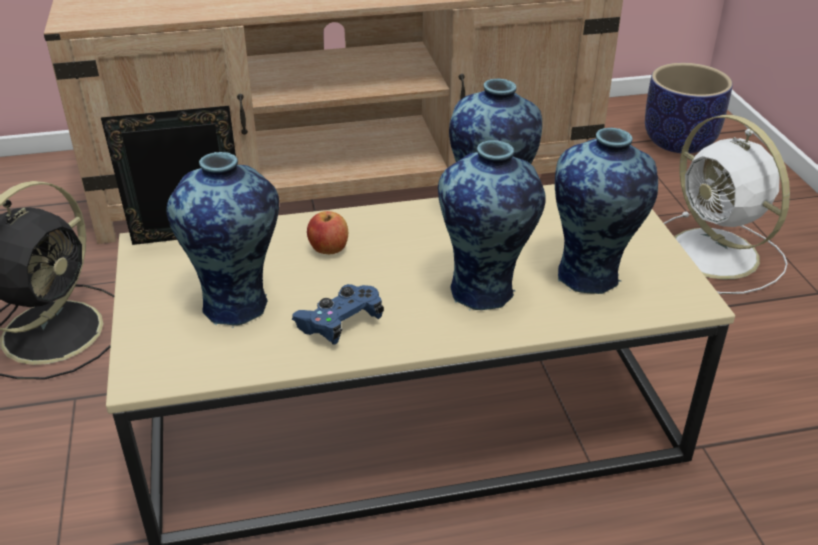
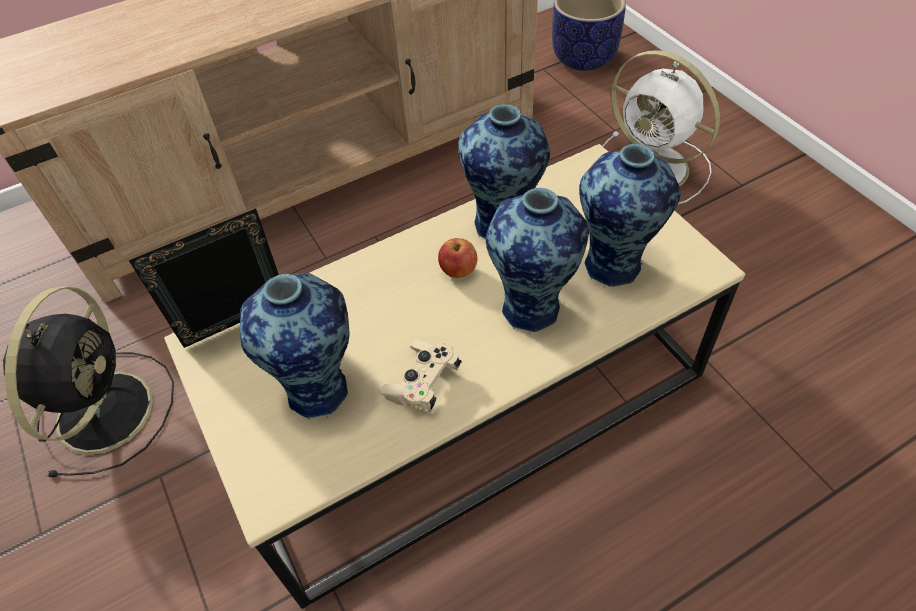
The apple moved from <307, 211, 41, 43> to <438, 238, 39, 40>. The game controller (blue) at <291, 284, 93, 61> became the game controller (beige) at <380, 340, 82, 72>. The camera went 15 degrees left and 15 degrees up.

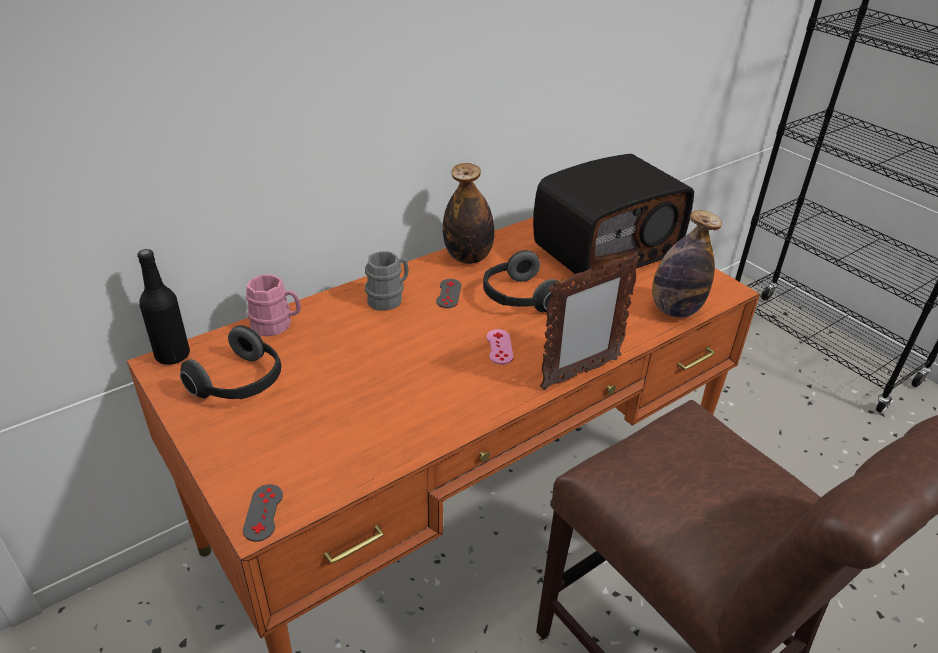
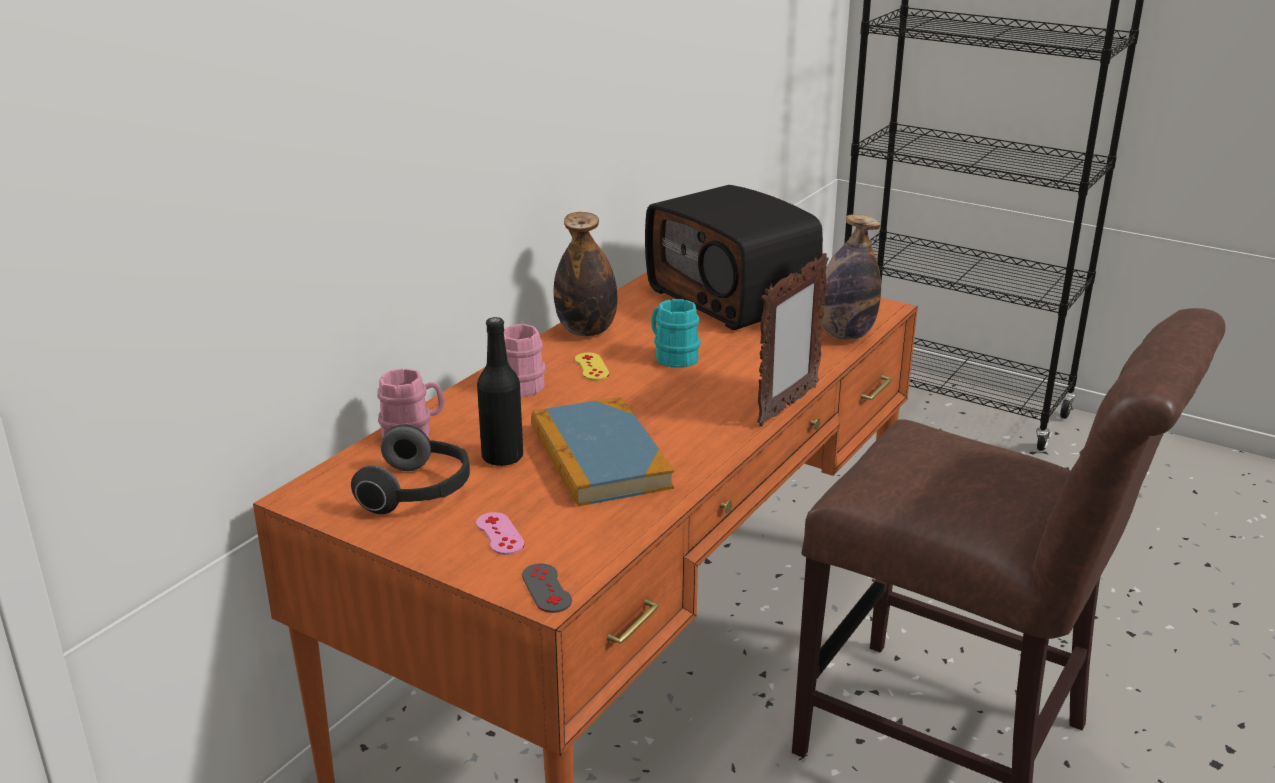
The radio at <533, 154, 161, 129> turned 105 degrees clockwise. The bottle (black) moved from <137, 249, 53, 116> to <477, 317, 46, 149>. The headphones at <483, 250, 77, 62> was replaced by the mug (turquoise) at <651, 299, 50, 69>. The mug (grey) at <365, 251, 44, 59> became the mug (pink) at <504, 324, 41, 73>. The game controller (grey) at <436, 279, 25, 29> became the game controller (yellow) at <575, 353, 34, 27>. The game controller (pink) moved from <487, 329, 26, 36> to <476, 512, 49, 43>. The book at <531, 397, 143, 109> appeared. The camera went 20 degrees left and 10 degrees down.

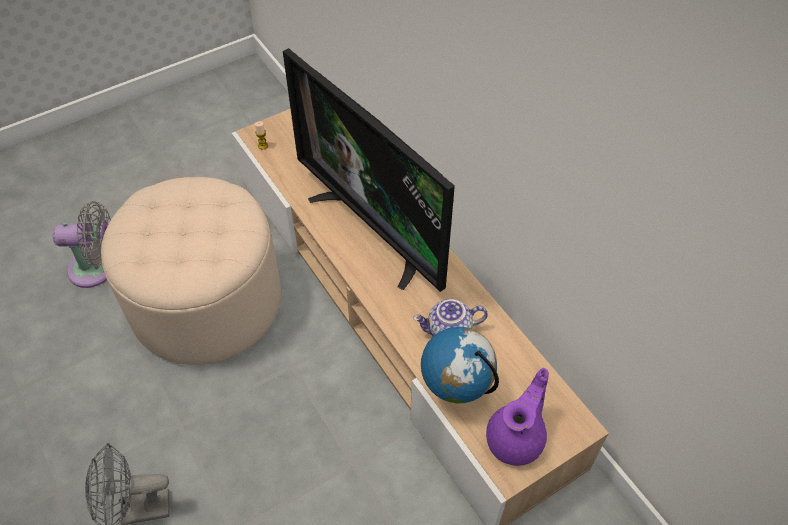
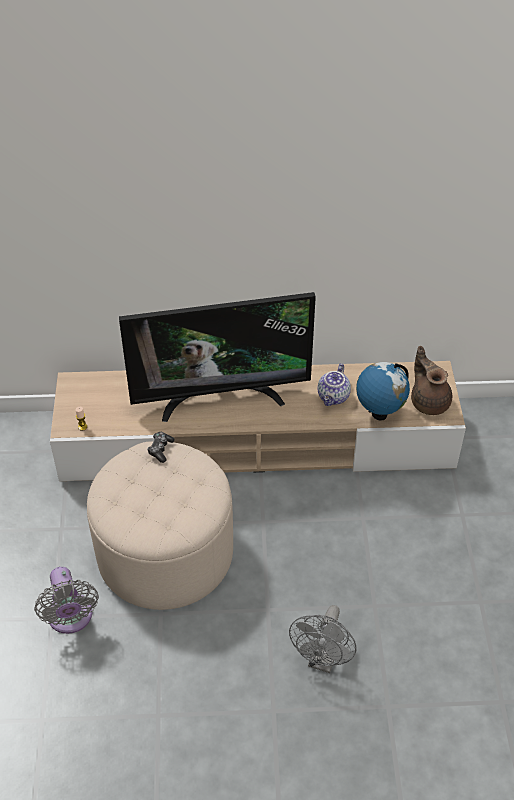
The fan (grey) at <52, 201, 59, 87> turned 135 degrees clockwise. The teapot (purple) at <486, 368, 63, 98> became the teapot (brown) at <411, 346, 41, 69>. The game controller at <147, 432, 28, 31> appeared. The camera went 60 degrees left and 5 degrees down.

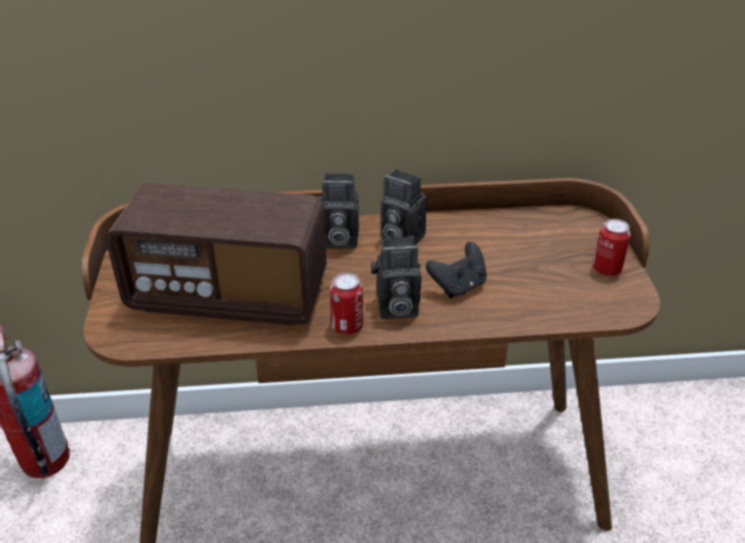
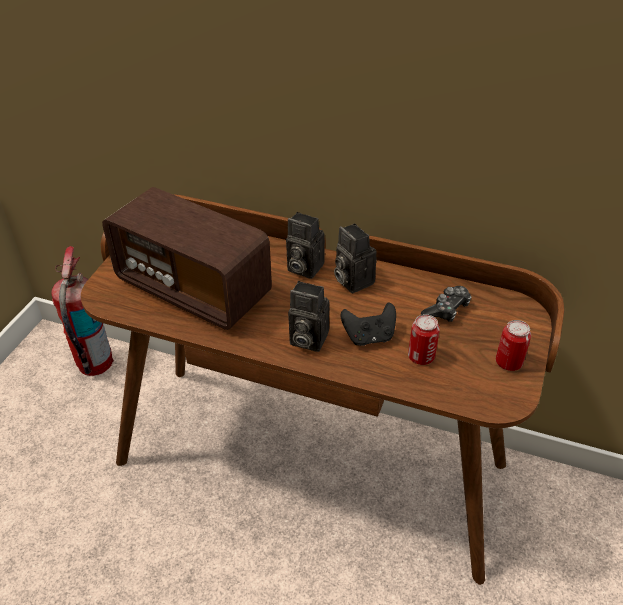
The can moved from <330, 273, 33, 62> to <408, 314, 32, 51>. The game controller at <421, 286, 51, 36> appeared. The camera went 25 degrees right and 5 degrees up.

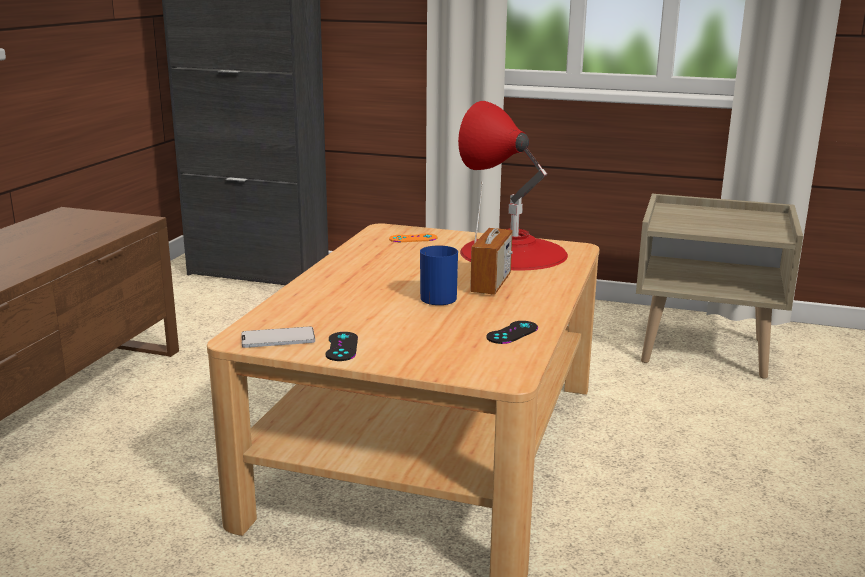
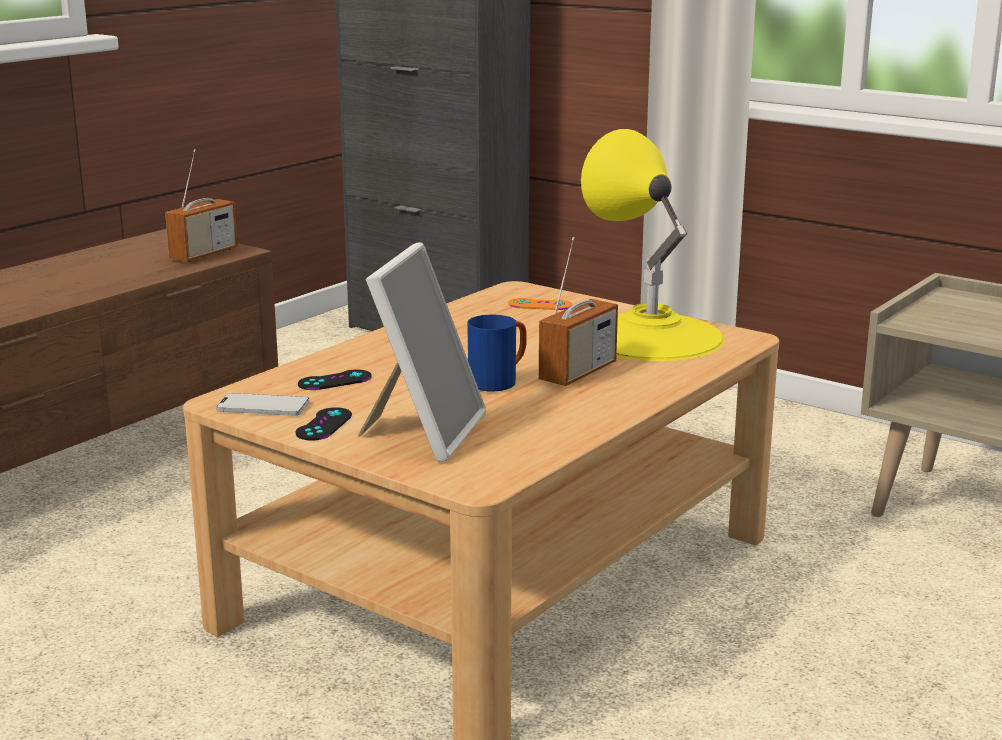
The table lamp (red) at <458, 101, 110, 169> became the table lamp (yellow) at <581, 129, 144, 232>. The game controller (black) moved from <486, 321, 52, 23> to <298, 370, 74, 20>. The radio at <165, 149, 73, 113> appeared. The picture frame at <358, 242, 128, 220> appeared. The camera went 20 degrees right and 0 degrees up.

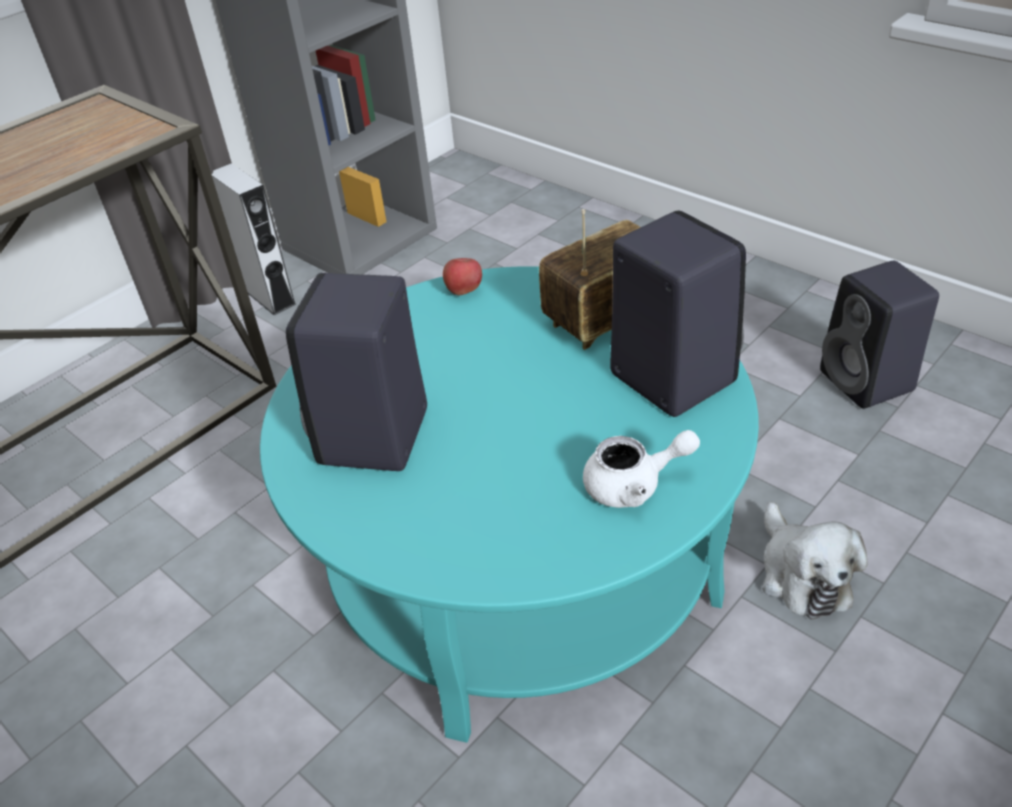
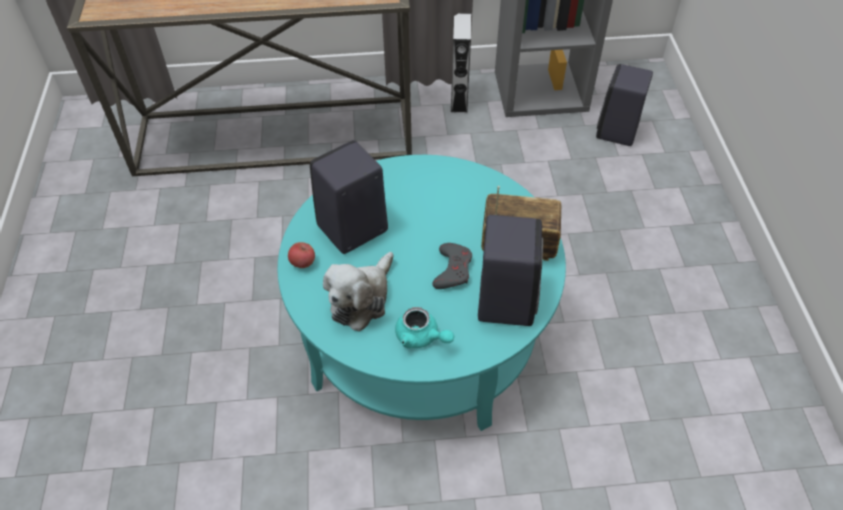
The apple moved from <443, 258, 39, 37> to <288, 242, 27, 26>. The speaker (black) moved from <820, 261, 119, 148> to <596, 64, 57, 82>. The teapot (white) at <583, 430, 117, 78> became the teapot (turquoise) at <395, 307, 59, 41>. The plush toy moved from <762, 502, 105, 118> to <323, 252, 71, 80>. The game controller (grey) at <432, 243, 40, 46> appeared. The camera went 40 degrees right and 10 degrees up.

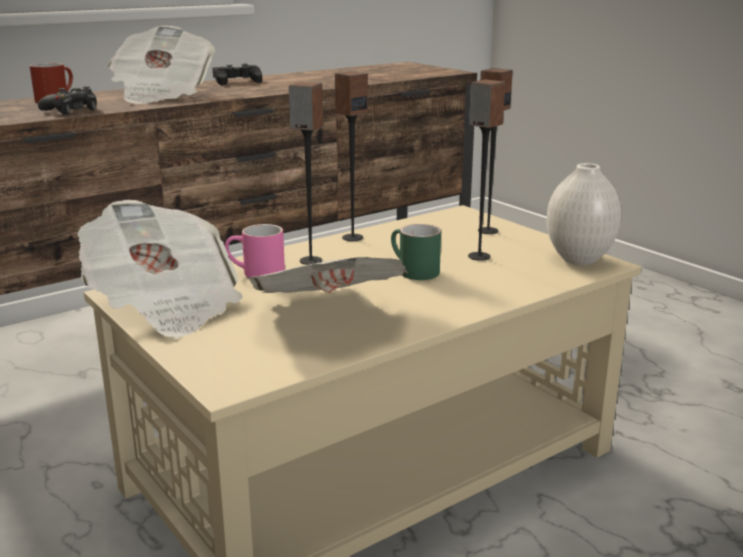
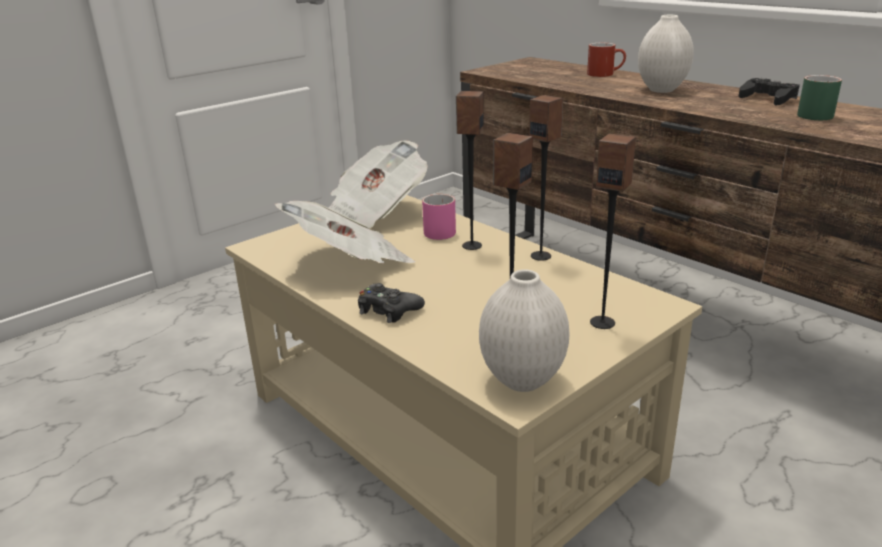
The newspaper at <108, 25, 108, 79> was replaced by the vase (white) at <638, 15, 56, 78>. The game controller (black) moved from <38, 86, 59, 28> to <358, 283, 67, 40>. The mug (green) moved from <391, 224, 50, 56> to <797, 75, 45, 45>. The camera went 85 degrees right and 5 degrees up.

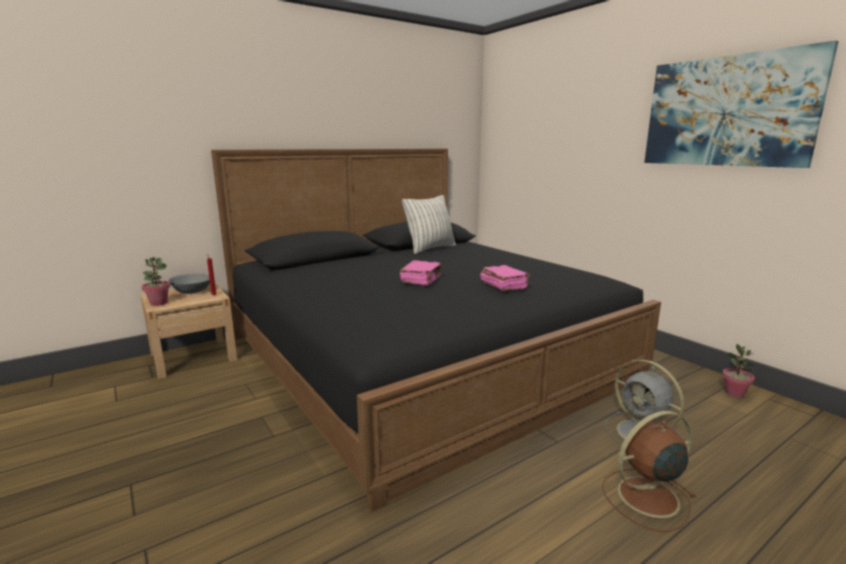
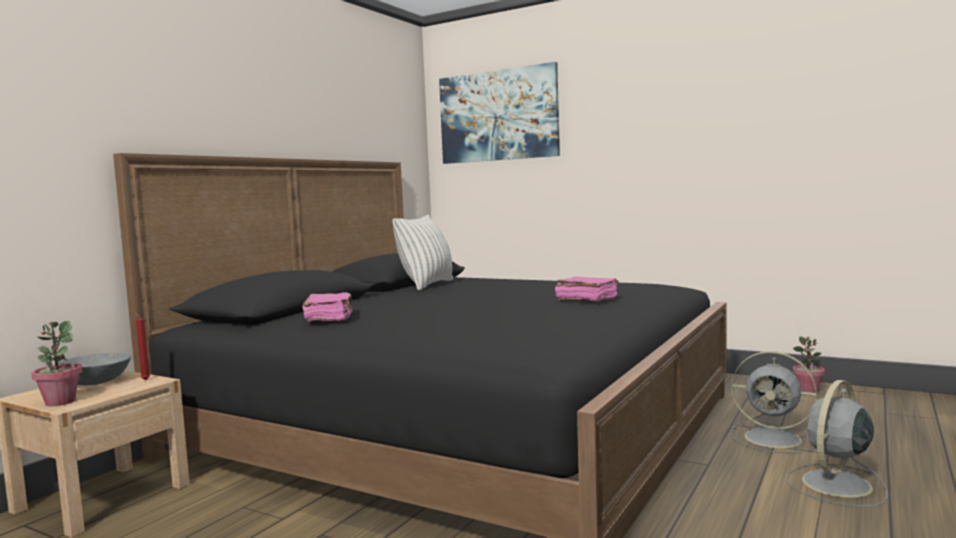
The picture moved from <644, 41, 195, 127> to <439, 62, 121, 102>. The book (pink) moved from <400, 260, 41, 26> to <302, 292, 51, 29>. The fan (brown) at <602, 411, 94, 121> became the fan (grey) at <786, 380, 101, 127>. The camera went 25 degrees left and 10 degrees down.

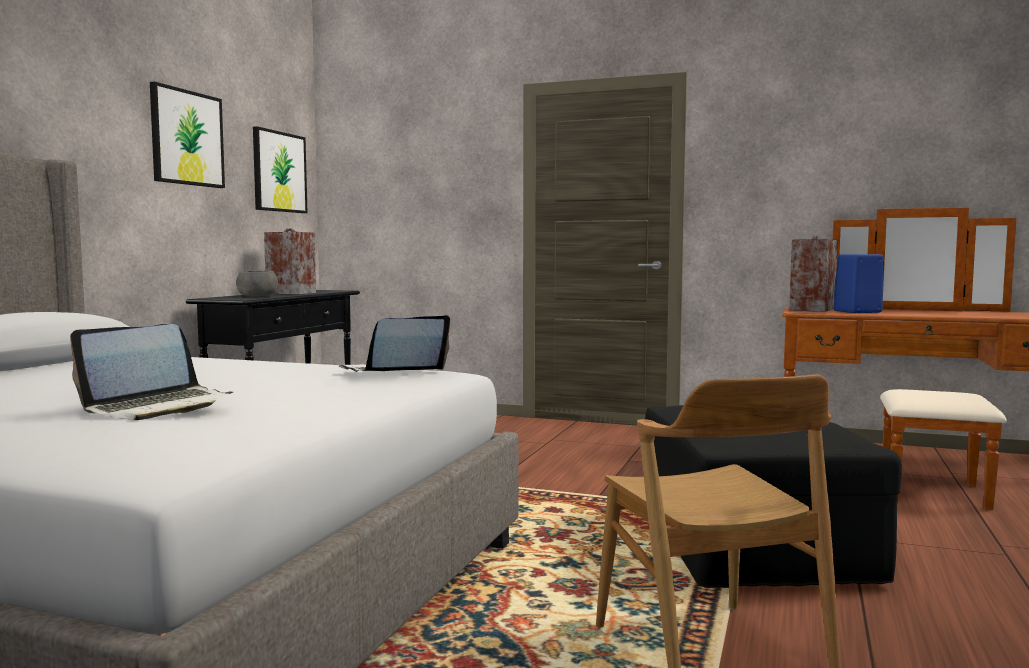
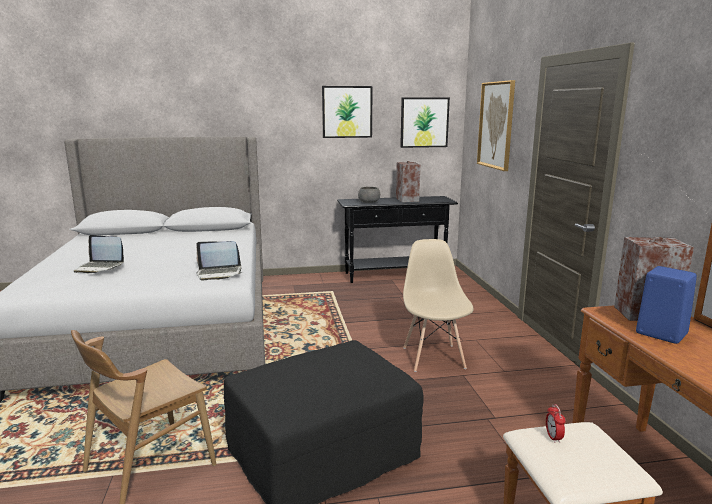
The laptop at <339, 315, 111, 57> turned 150 degrees clockwise. The picture at <477, 80, 38, 91> appeared. The chair (beige) at <403, 239, 71, 133> appeared. The alarm clock at <546, 404, 19, 39> appeared. The camera went 60 degrees right and 10 degrees up.

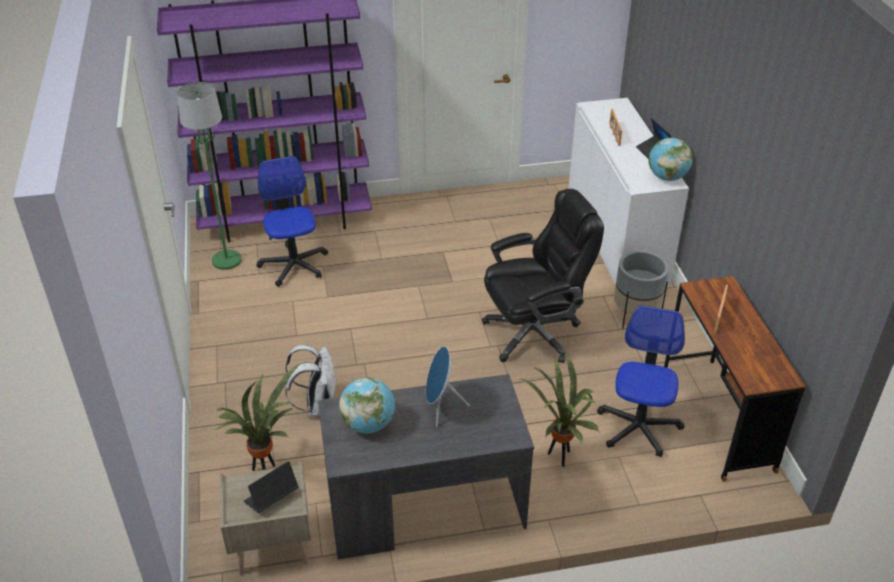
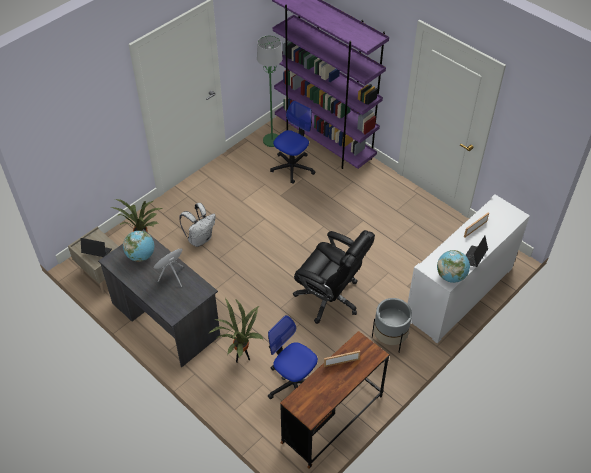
The office chair at <597, 305, 88, 152> turned 120 degrees counterclockwise. The camera went 55 degrees right and 10 degrees up.

